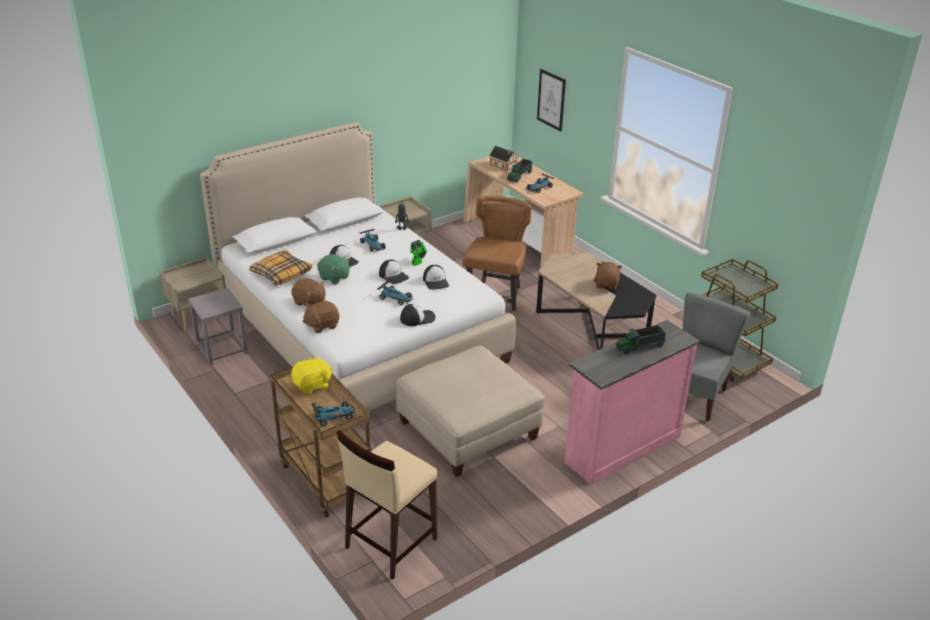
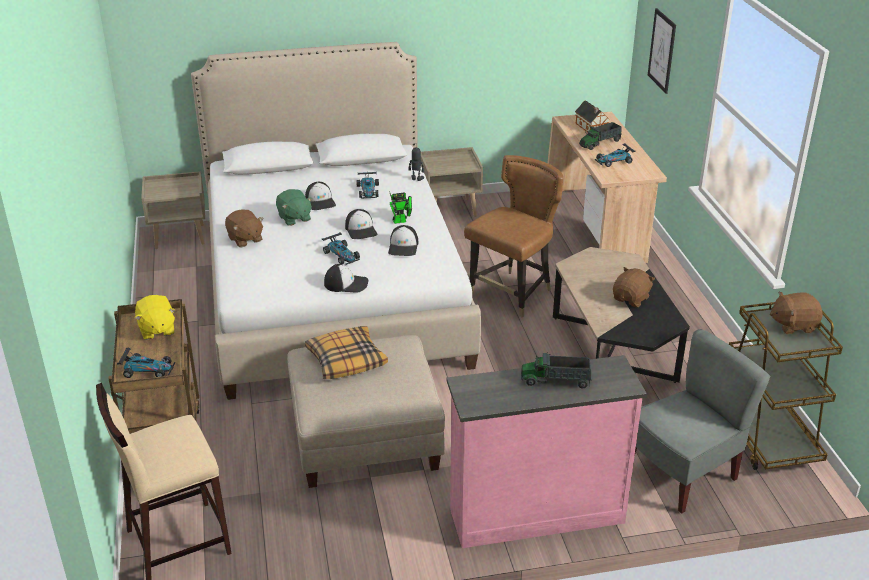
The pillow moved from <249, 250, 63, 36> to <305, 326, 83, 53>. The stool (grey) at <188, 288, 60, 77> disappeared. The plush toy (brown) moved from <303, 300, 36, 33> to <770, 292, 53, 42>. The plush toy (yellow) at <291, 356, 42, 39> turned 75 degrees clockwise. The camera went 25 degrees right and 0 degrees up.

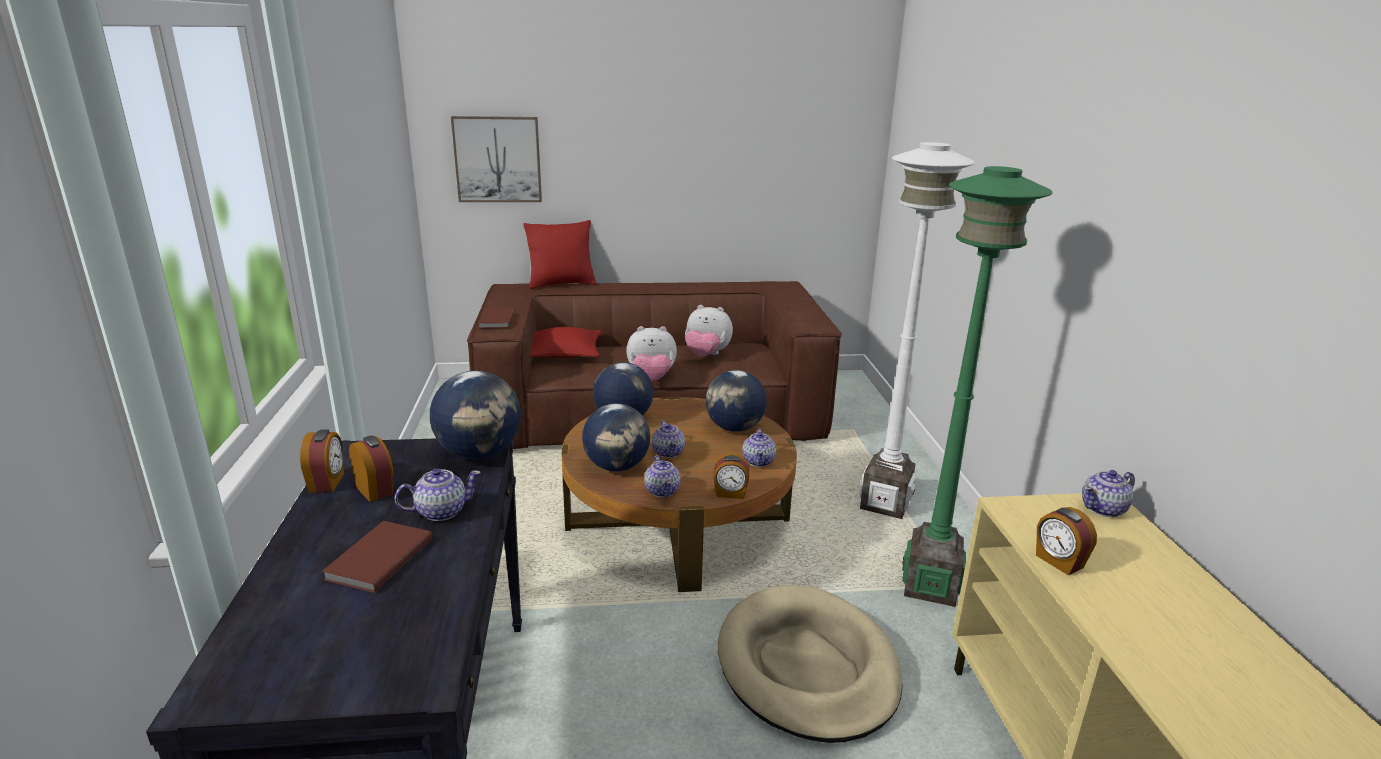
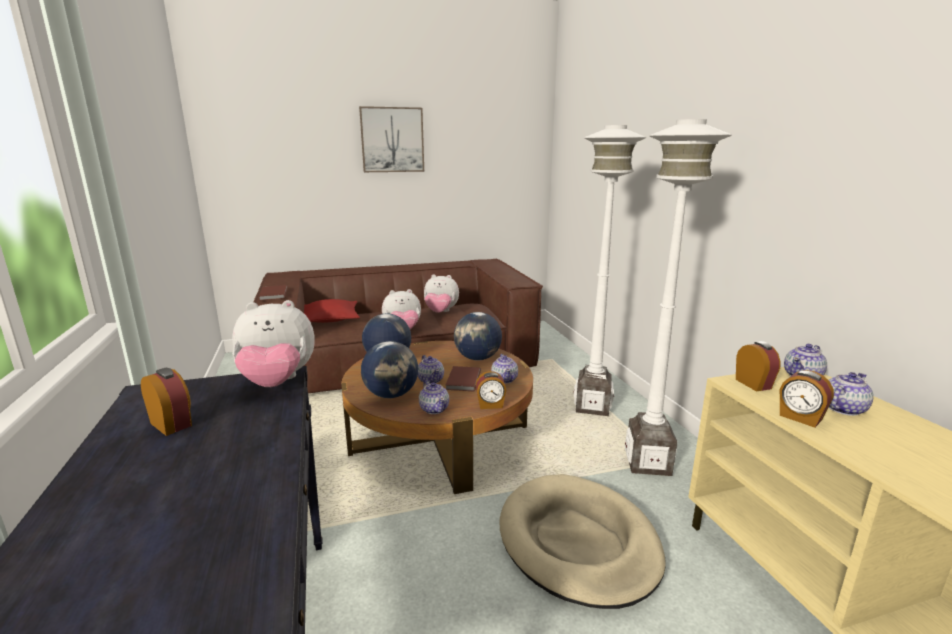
The picture moved from <451, 116, 91, 86> to <359, 106, 65, 66>. The floor lamp (green) at <902, 166, 151, 441> became the floor lamp (white) at <625, 119, 106, 357>. The pillow (red) at <523, 220, 73, 69> disappeared. The globe at <430, 371, 91, 88> was replaced by the plush toy at <232, 300, 83, 87>. The alarm clock moved from <300, 429, 44, 64> to <736, 341, 45, 51>. The teapot moved from <395, 468, 86, 53> to <828, 372, 46, 44>. The book (brown) moved from <322, 521, 111, 72> to <446, 366, 35, 25>. The camera went 10 degrees left and 5 degrees down.

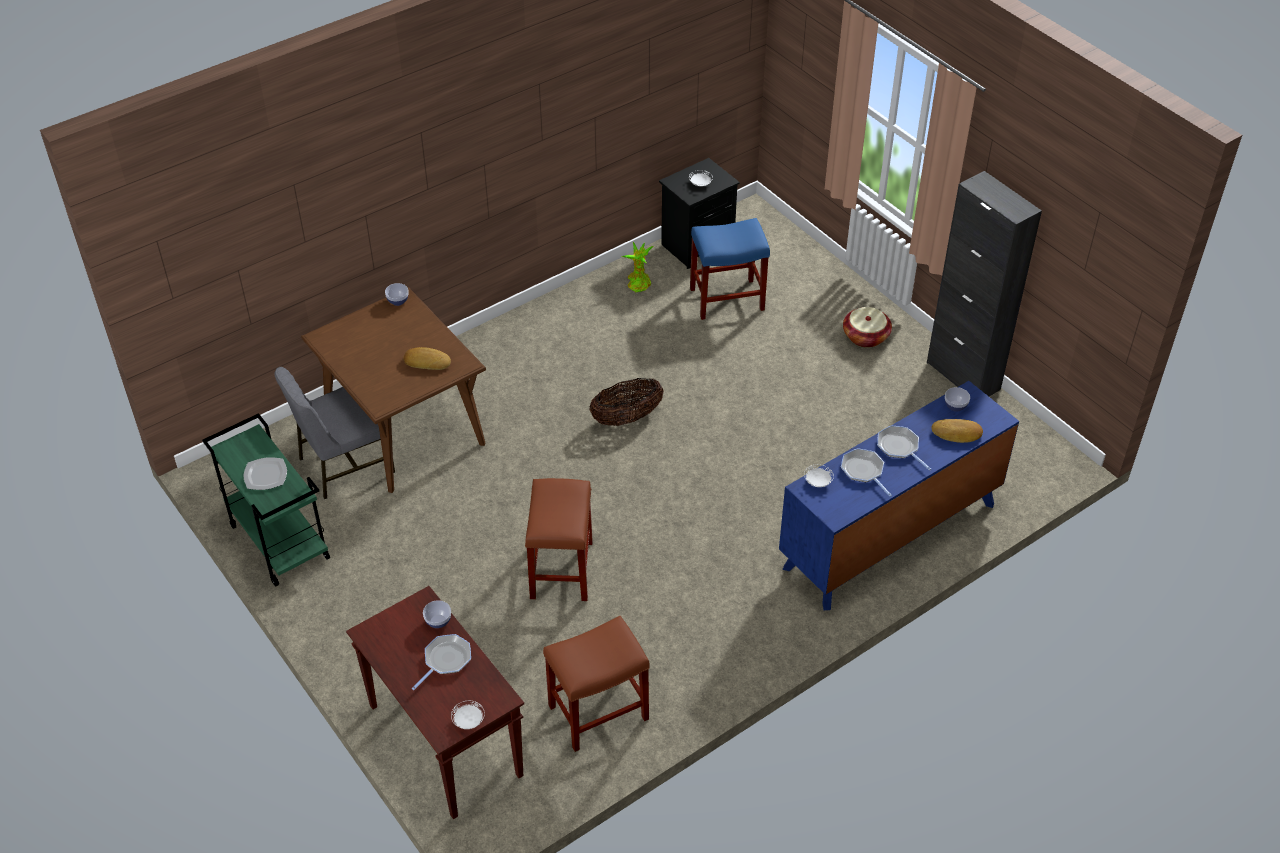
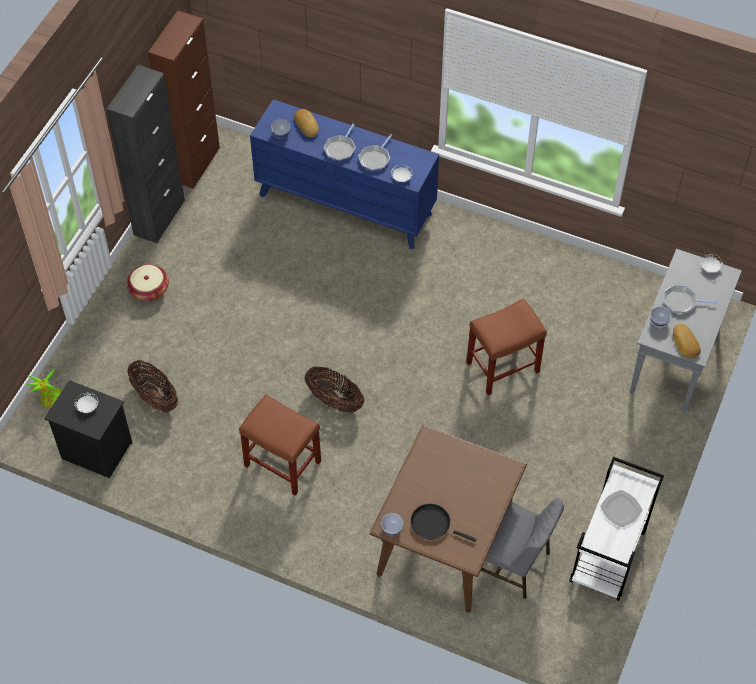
The stool (blue) at <690, 218, 80, 102> was replaced by the basket at <127, 360, 51, 53>. The potted plant moved from <621, 242, 33, 50> to <27, 368, 35, 39>. The bread moved from <403, 347, 48, 23> to <673, 324, 28, 34>. The cart (green) at <202, 413, 128, 174> became the cart (white) at <569, 457, 95, 144>. The console table (brown) at <346, 586, 178, 233> became the console table (grey) at <630, 249, 112, 164>. The stool (brown) moved from <543, 616, 107, 136> to <239, 394, 82, 102>. The cabinet (brown) at <148, 10, 72, 179> appeared. The frying pan (black) at <410, 504, 67, 38> appeared. The camera went 120 degrees left and 10 degrees up.

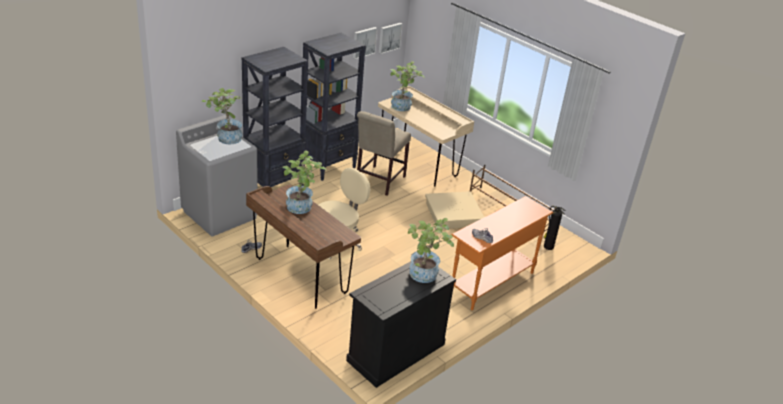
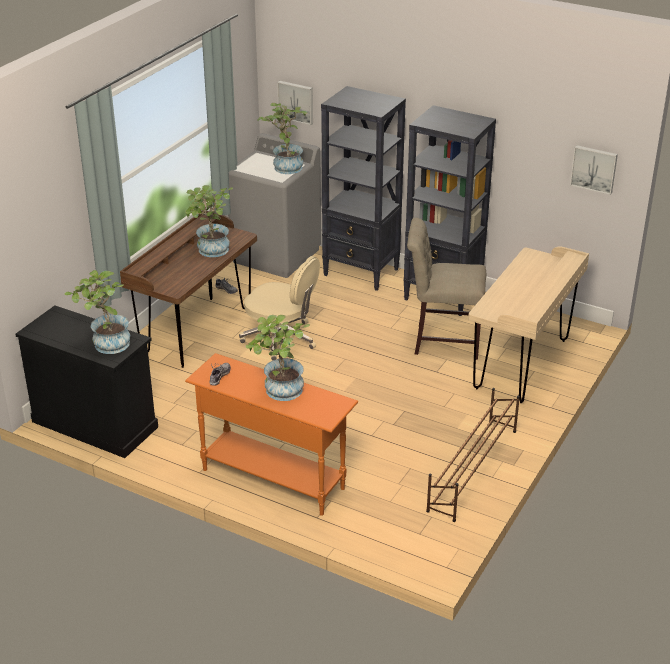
The picture moved from <353, 27, 24, 32> to <277, 81, 36, 44>. The potted plant moved from <390, 61, 35, 50> to <245, 315, 65, 86>. The storage box (beige) at <425, 191, 59, 38> disappeared. The fire extinguisher at <544, 206, 22, 44> disappeared. The camera went 75 degrees right and 0 degrees up.

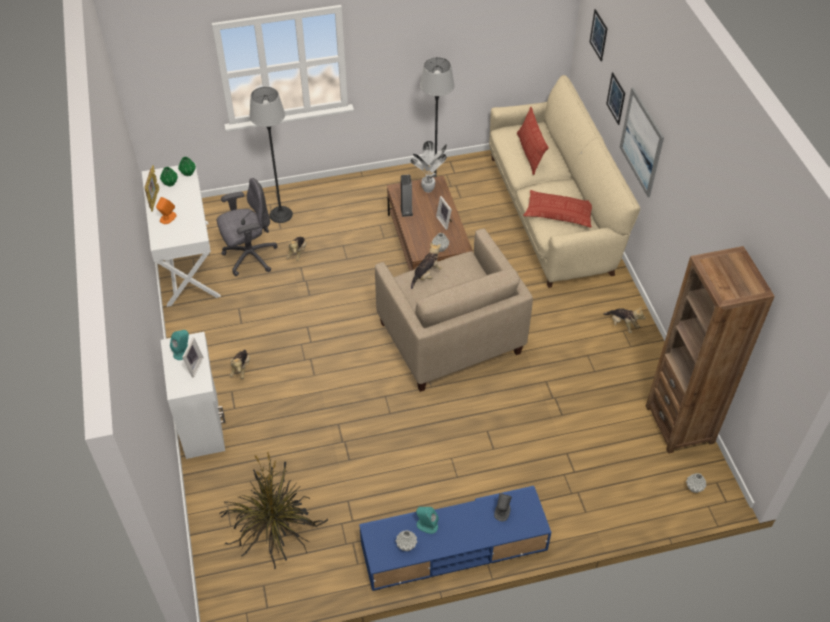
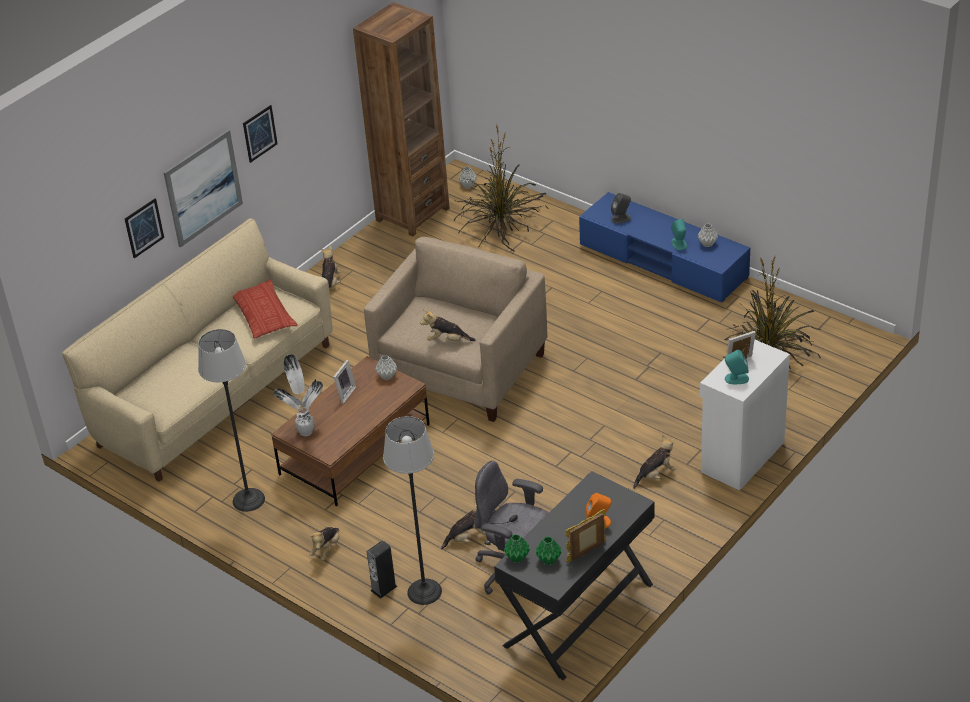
The picture moved from <590, 9, 18, 52> to <243, 105, 35, 58>. The pillow at <517, 107, 32, 68> disappeared. The desk (white) at <142, 163, 79, 144> became the desk (black) at <494, 471, 160, 209>. The speaker moved from <400, 175, 13, 42> to <366, 540, 32, 59>. The potted plant at <453, 123, 96, 129> appeared. The plush toy at <309, 527, 31, 34> appeared. The camera went 125 degrees left and 10 degrees down.

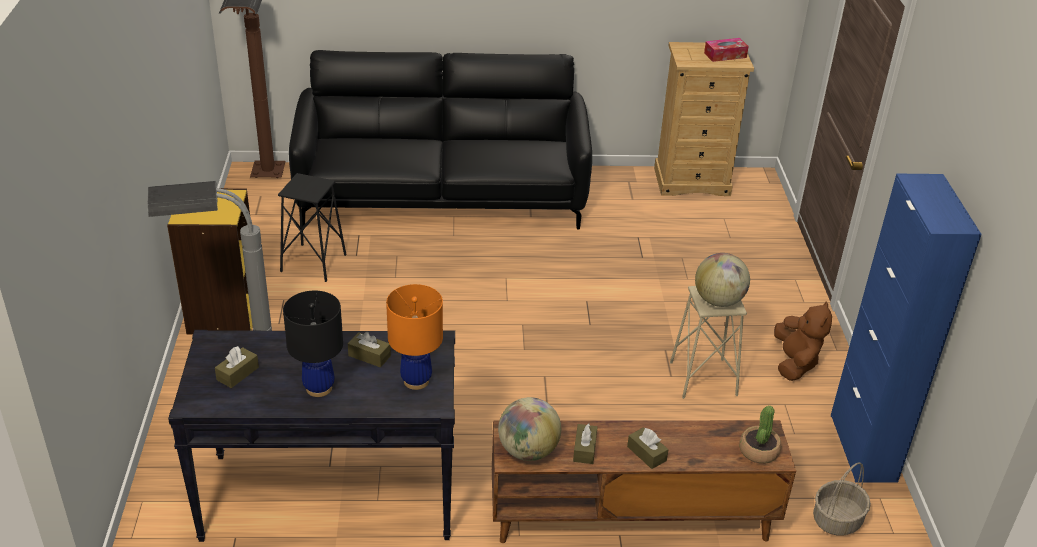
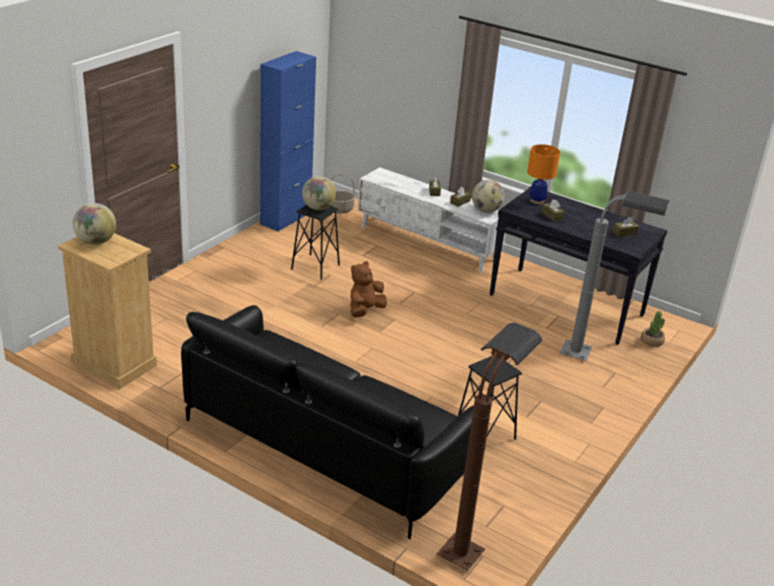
The tissue box at <704, 38, 45, 24> was replaced by the globe at <73, 203, 43, 42>. The bookcase (yellow) at <167, 188, 86, 146> disappeared. The stool (beige) at <670, 286, 77, 113> became the stool (black) at <291, 205, 49, 75>. The table lamp (black) at <283, 291, 60, 106> disappeared. The plush toy (brown) moved from <774, 301, 58, 80> to <350, 261, 37, 56>. The potted plant moved from <740, 406, 41, 58> to <641, 311, 24, 36>. The tv stand (brown) at <492, 420, 304, 123> became the tv stand (white) at <358, 167, 148, 106>. The camera went 145 degrees left and 5 degrees down.

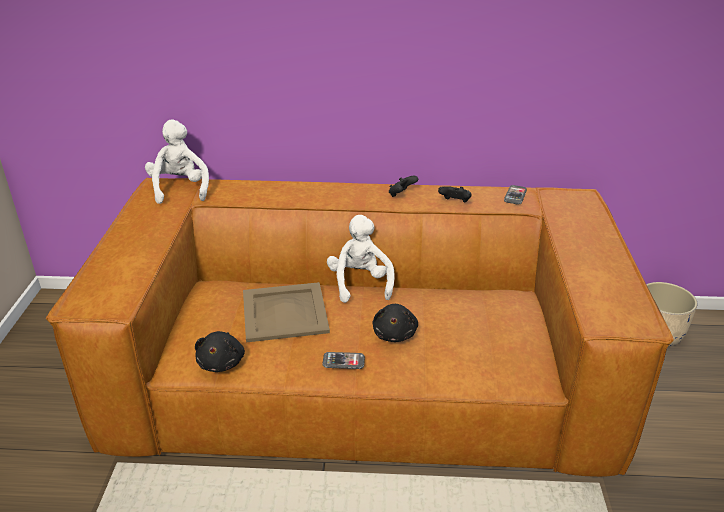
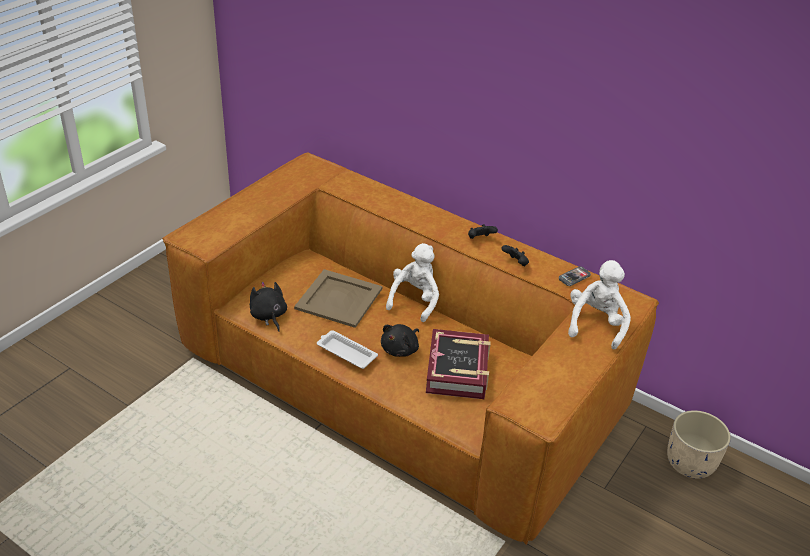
The plush toy (white) moved from <145, 120, 64, 84> to <568, 260, 63, 89>. The plush toy (black) at <195, 331, 50, 41> turned 120 degrees clockwise. The phone at <322, 352, 43, 17> was replaced by the tray (white) at <317, 330, 61, 39>. The book at <426, 329, 65, 70> appeared. The camera went 30 degrees right and 5 degrees up.

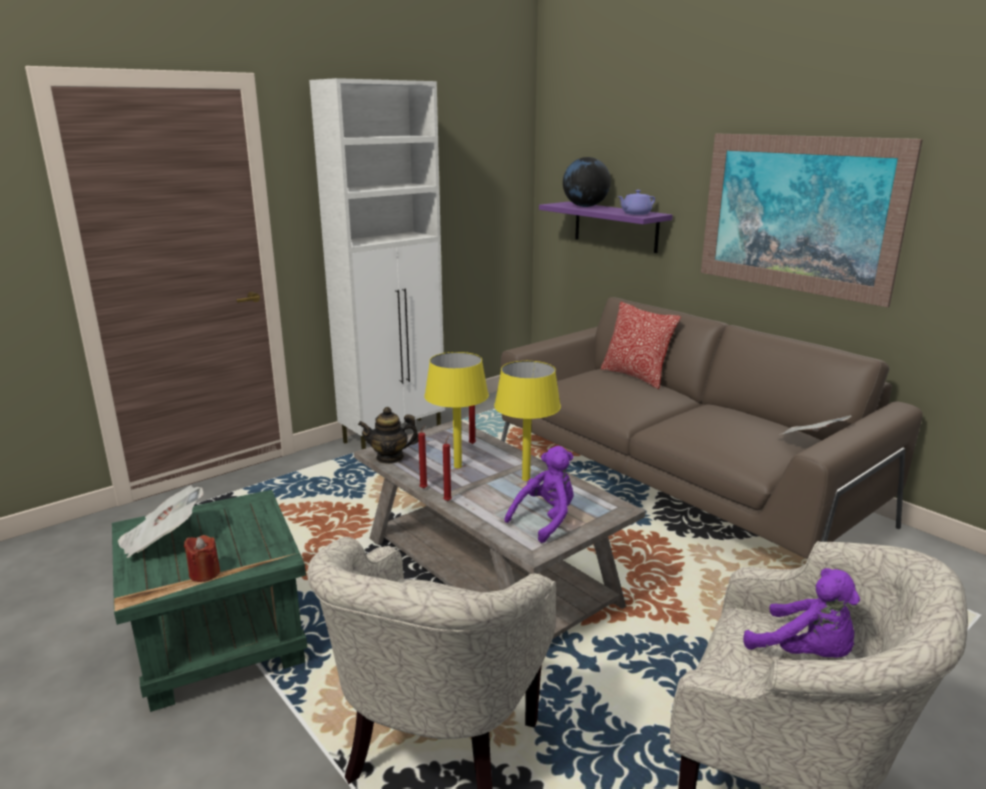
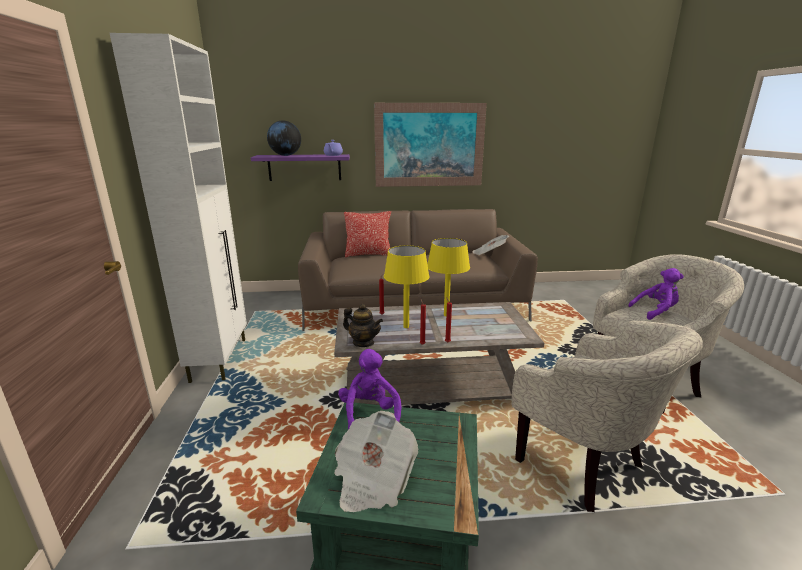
The teapot at <358, 407, 61, 57> turned 90 degrees counterclockwise. The plush toy (purple) moved from <504, 446, 70, 97> to <338, 349, 63, 80>. The candle (red) at <184, 535, 36, 47> disappeared. The camera went 55 degrees left and 0 degrees up.

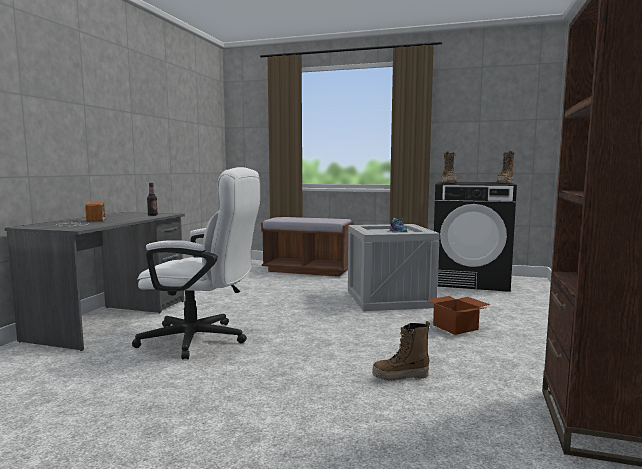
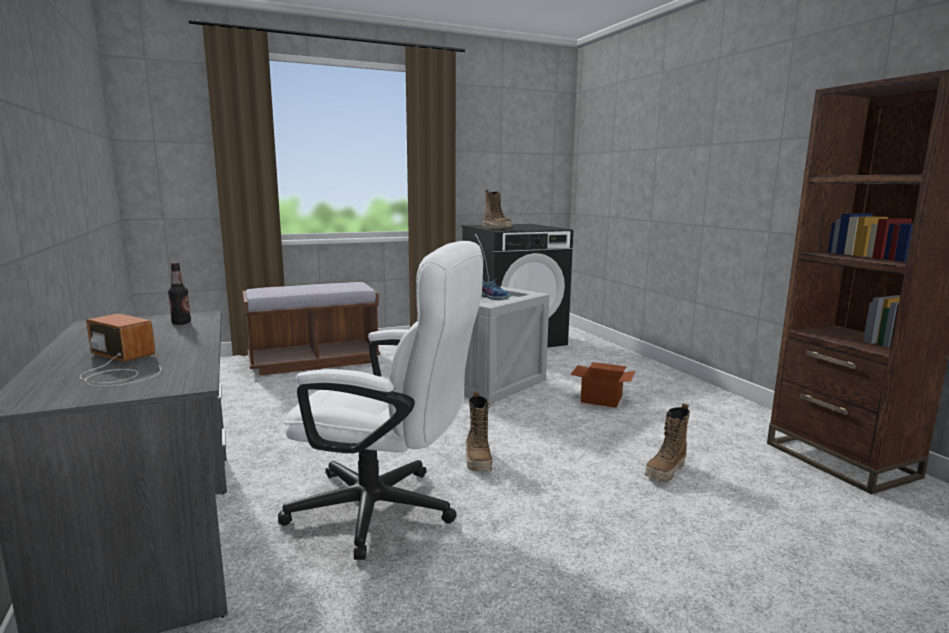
The boot moved from <497, 151, 18, 32> to <466, 392, 26, 79>. The office chair (white) at <132, 167, 128, 193> turned 45 degrees clockwise. The camera went 40 degrees left and 5 degrees up.

